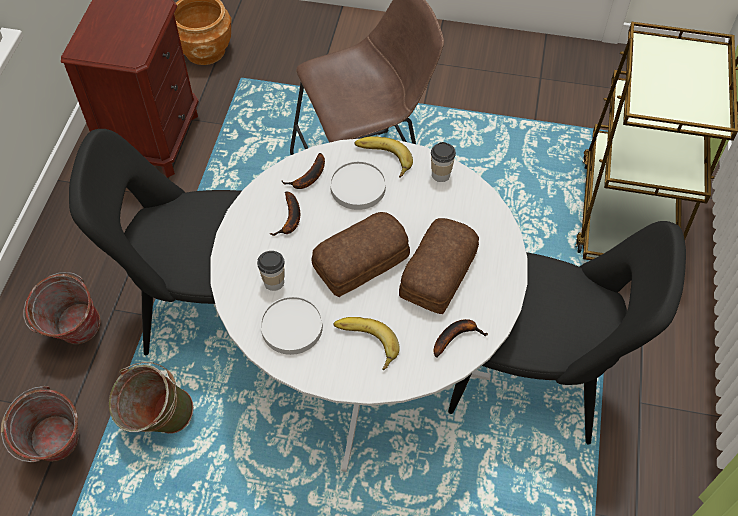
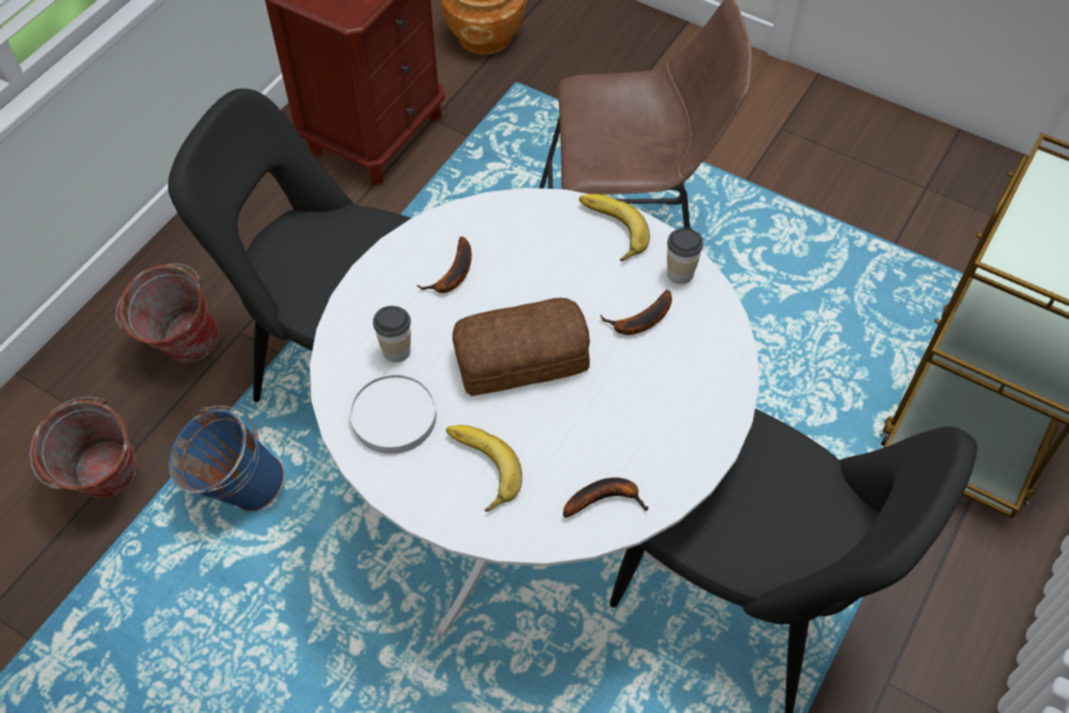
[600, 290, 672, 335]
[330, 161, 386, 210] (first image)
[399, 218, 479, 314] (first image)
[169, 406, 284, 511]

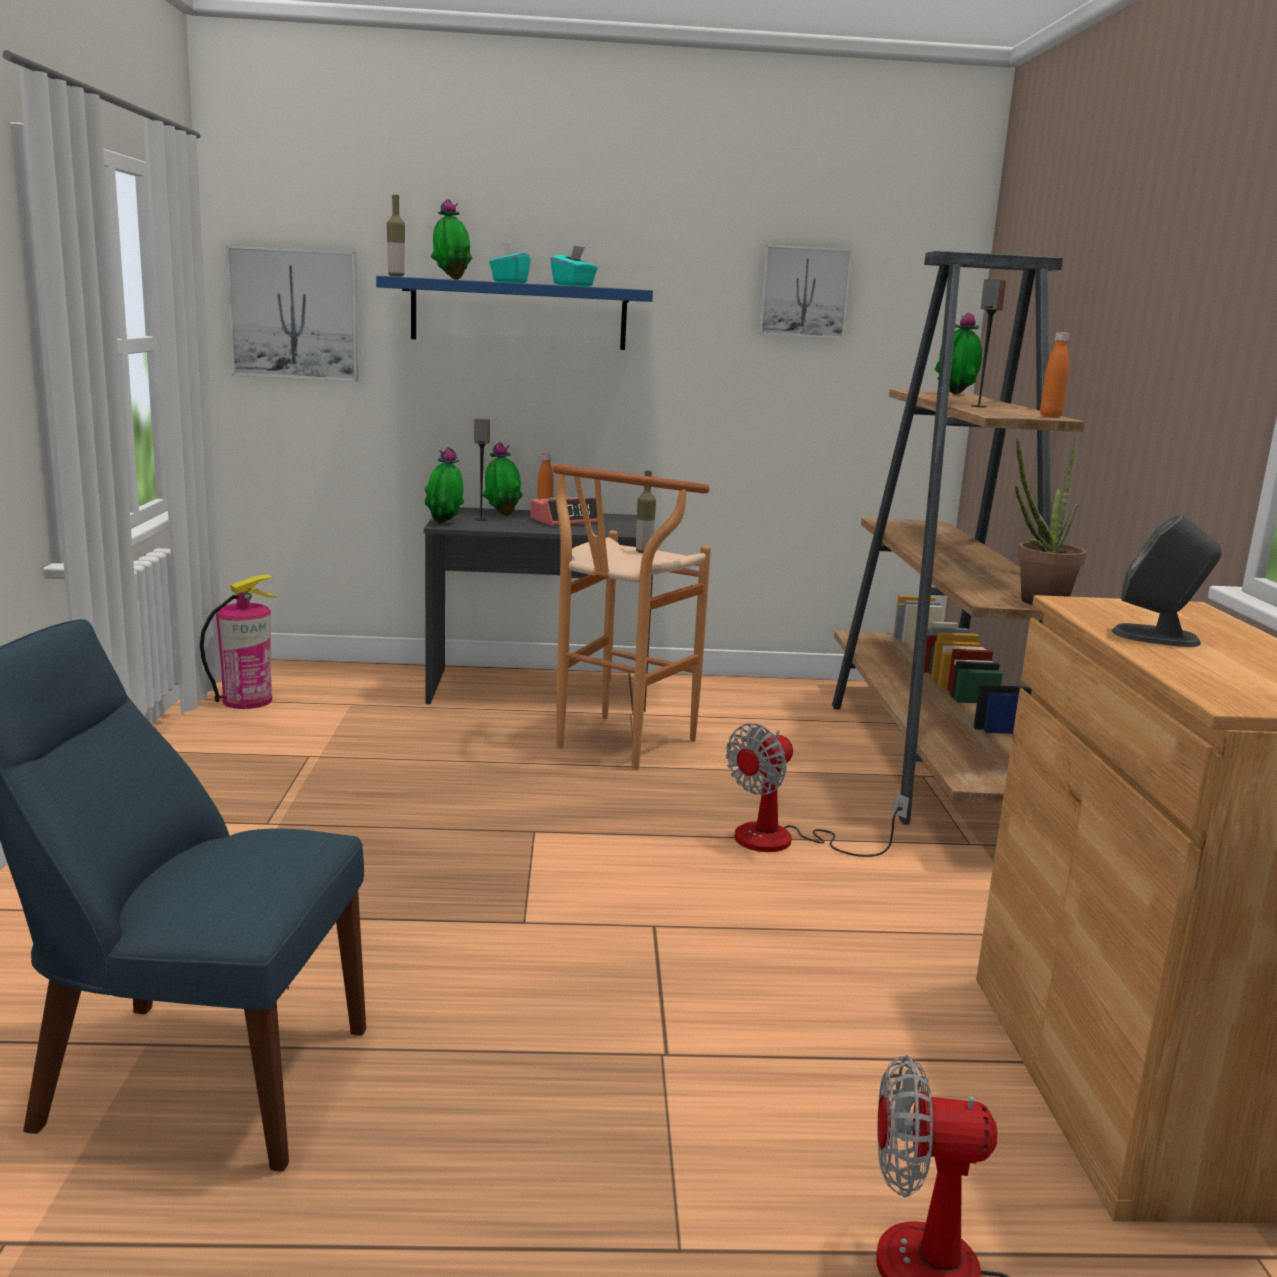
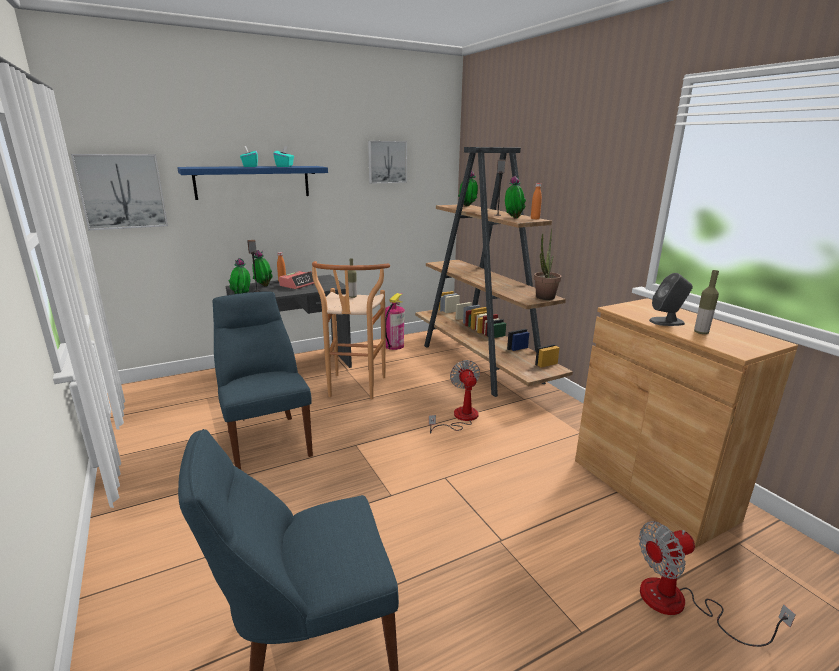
[694, 270, 719, 334]
[505, 176, 526, 219]
[385, 293, 405, 350]
[429, 360, 480, 434]
[213, 292, 313, 470]

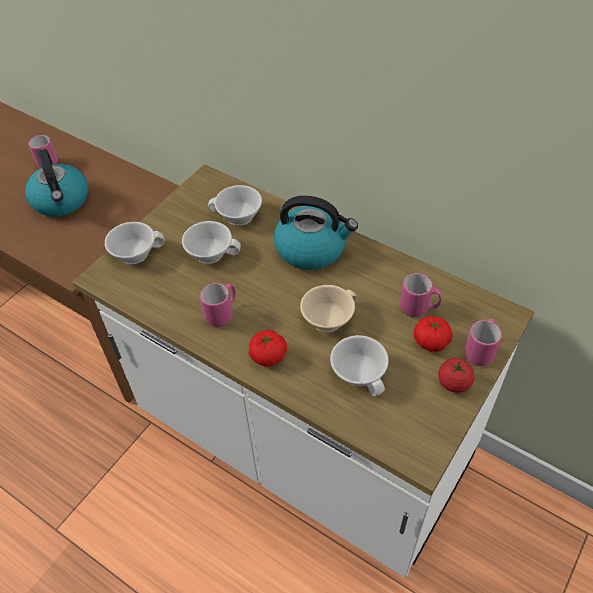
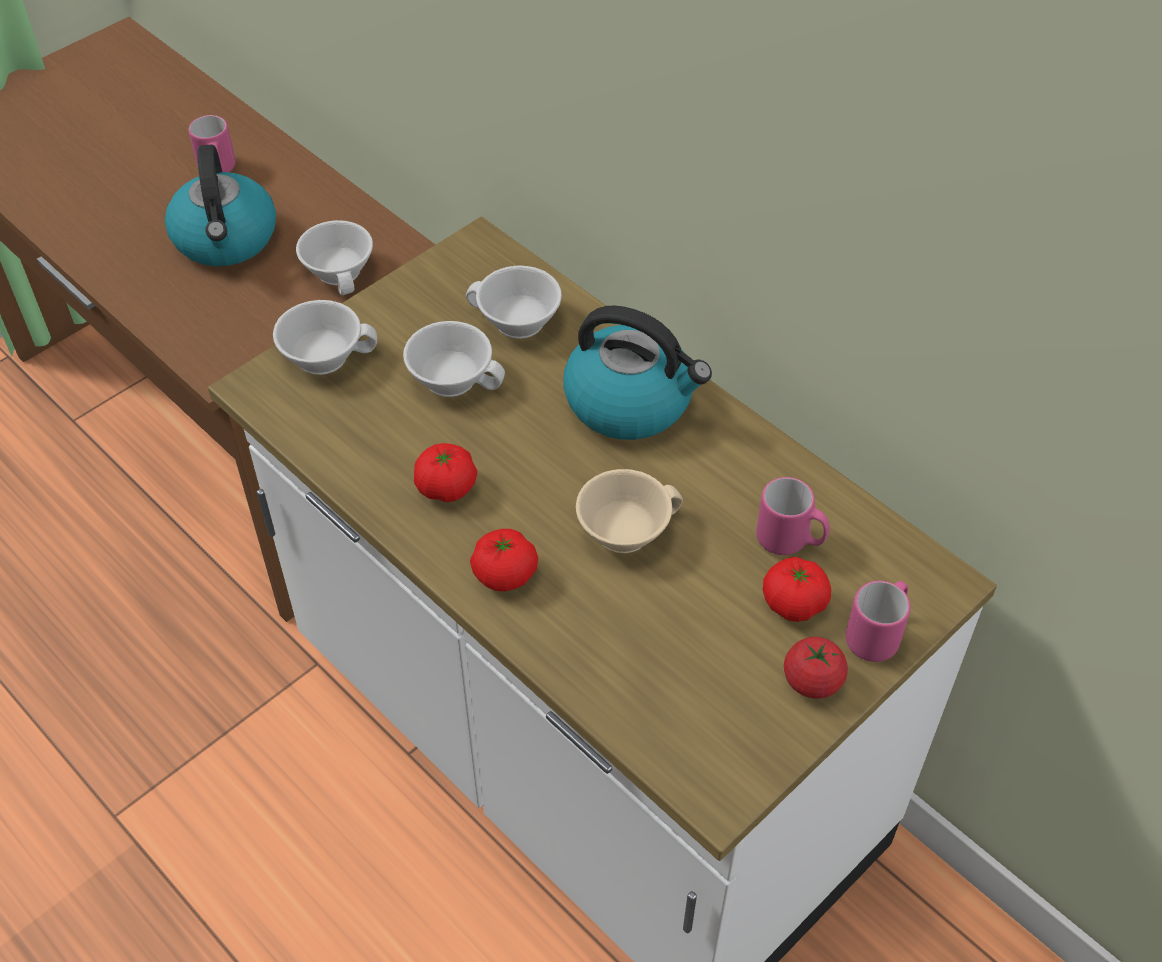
[414, 443, 477, 502]
[296, 220, 373, 295]

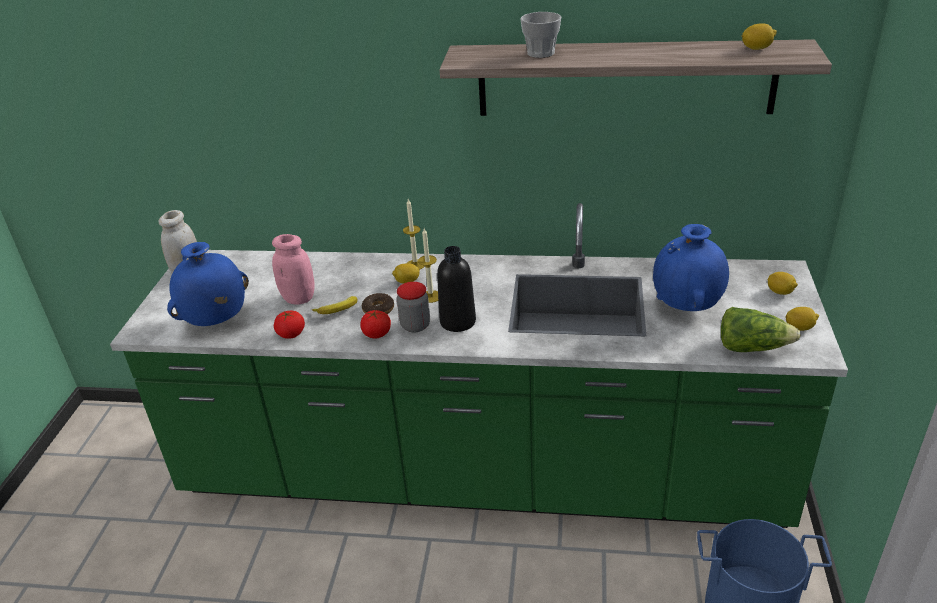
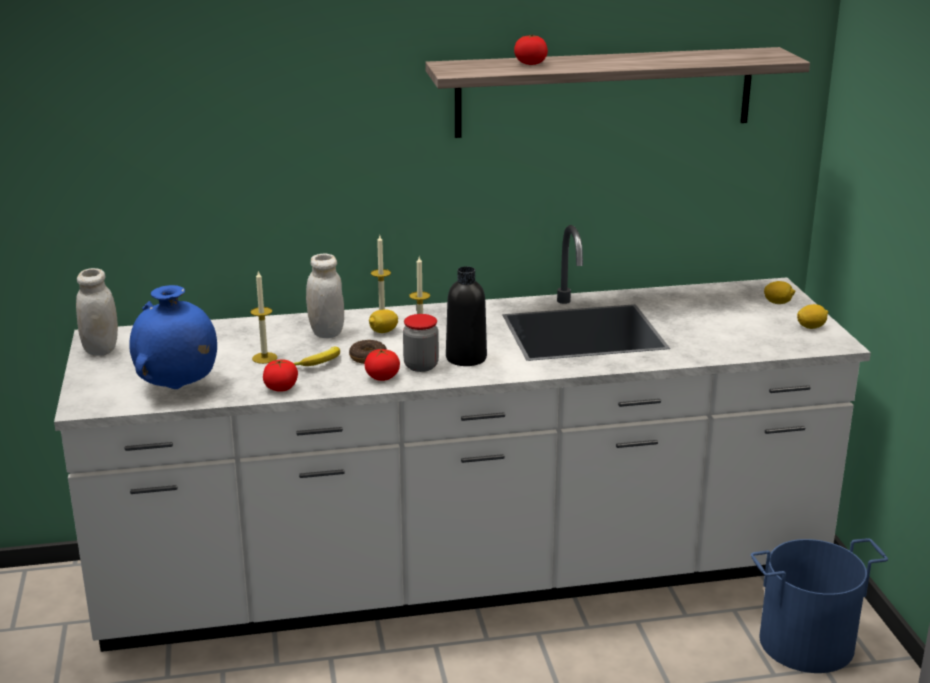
[514, 35, 548, 65]
[742, 23, 777, 50] (first image)
[54, 225, 871, 652]
[653, 224, 729, 311] (first image)
[250, 270, 277, 364]
[721, 307, 801, 352] (first image)
[306, 254, 344, 338]

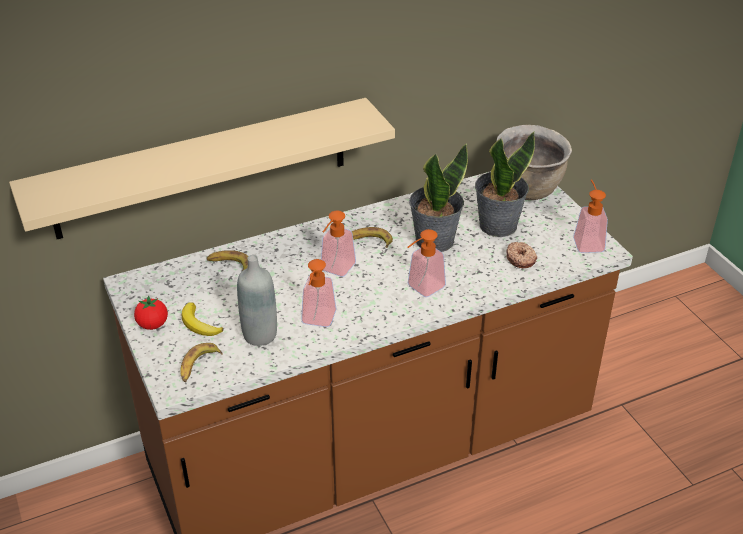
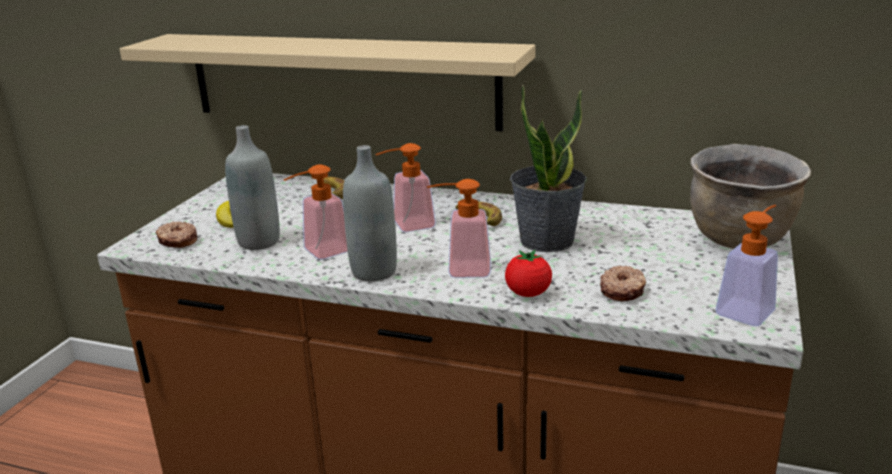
[475, 131, 535, 237] (first image)
[505, 250, 552, 297]
[156, 222, 197, 248]
[343, 145, 397, 282]

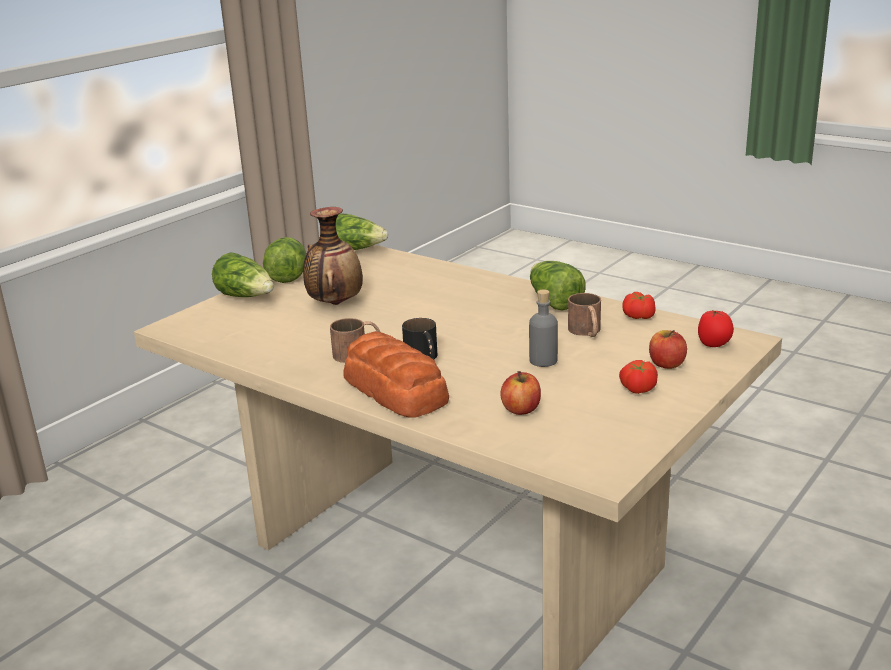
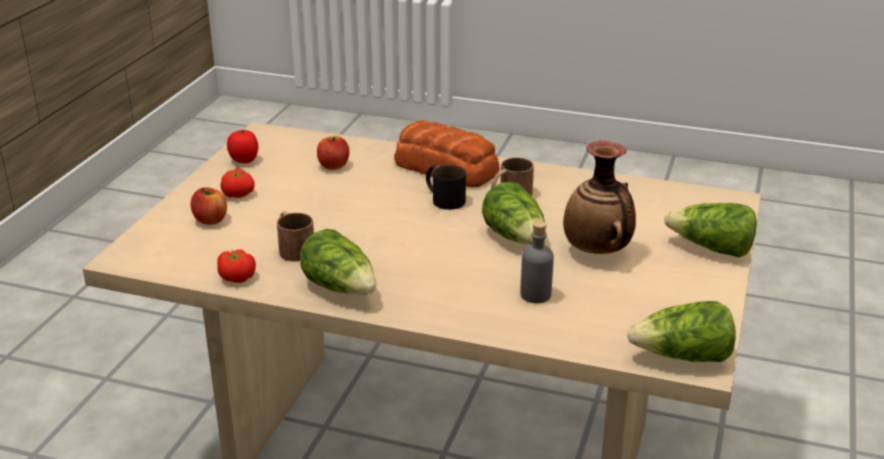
[482, 182, 545, 245]
[520, 221, 554, 303]
[227, 130, 258, 163]

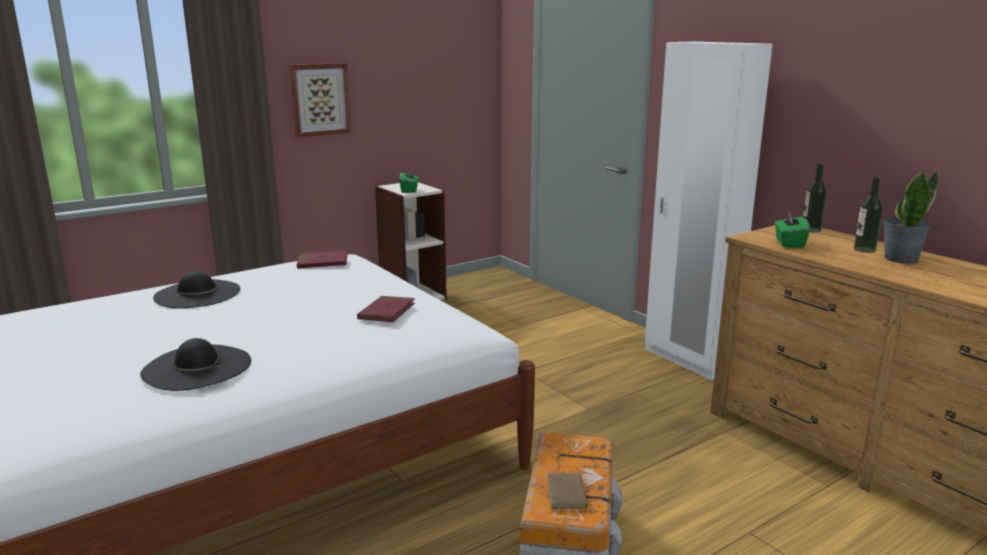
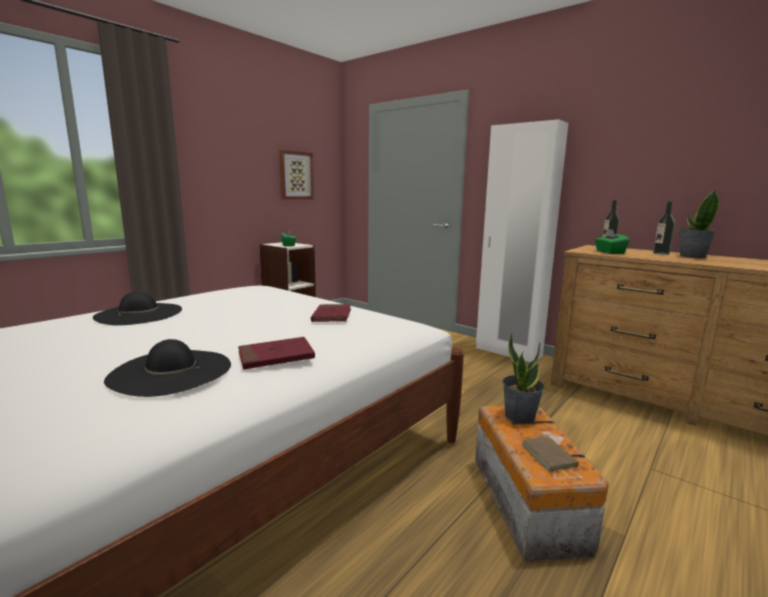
[279, 150, 314, 200]
[238, 337, 315, 370]
[502, 333, 544, 424]

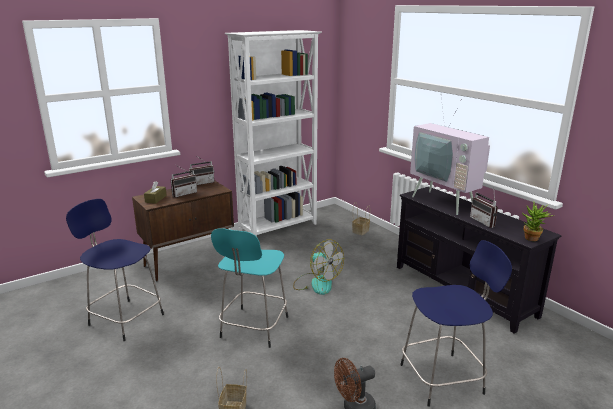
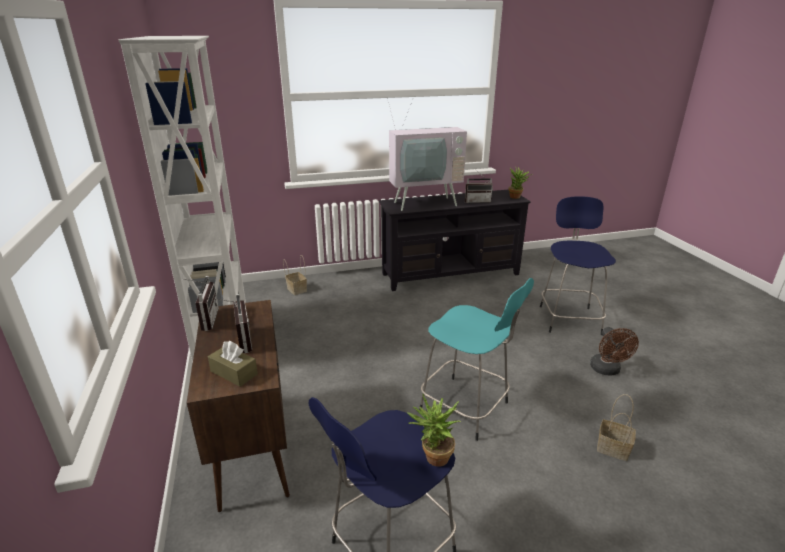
[293, 239, 344, 295] (first image)
[407, 393, 461, 467]

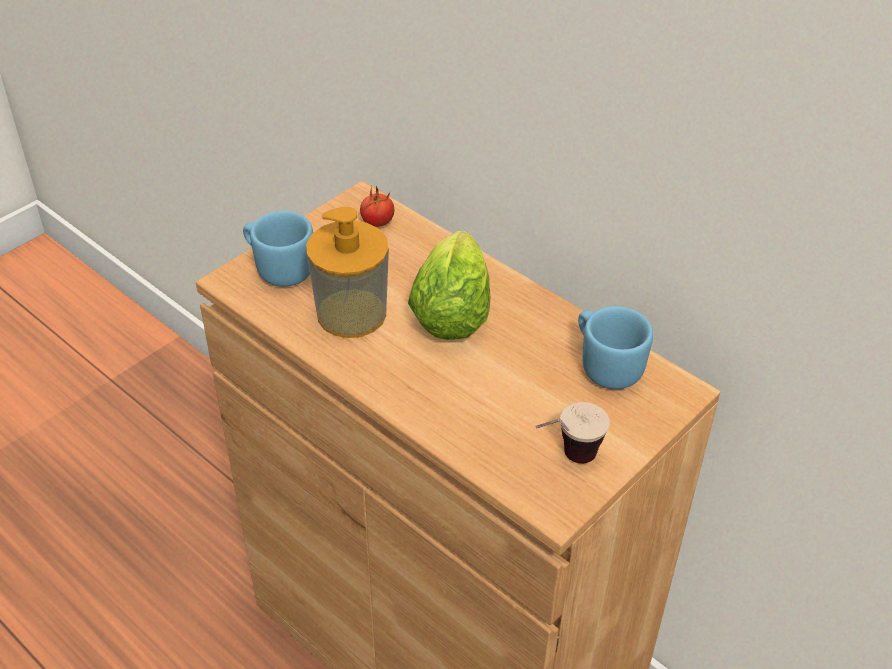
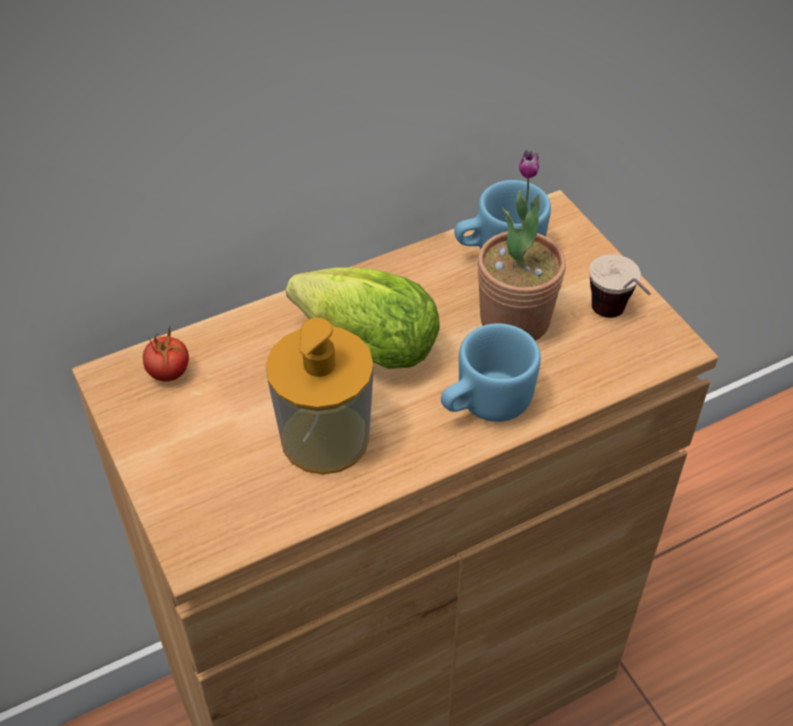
[441, 323, 541, 422]
[477, 150, 566, 340]

